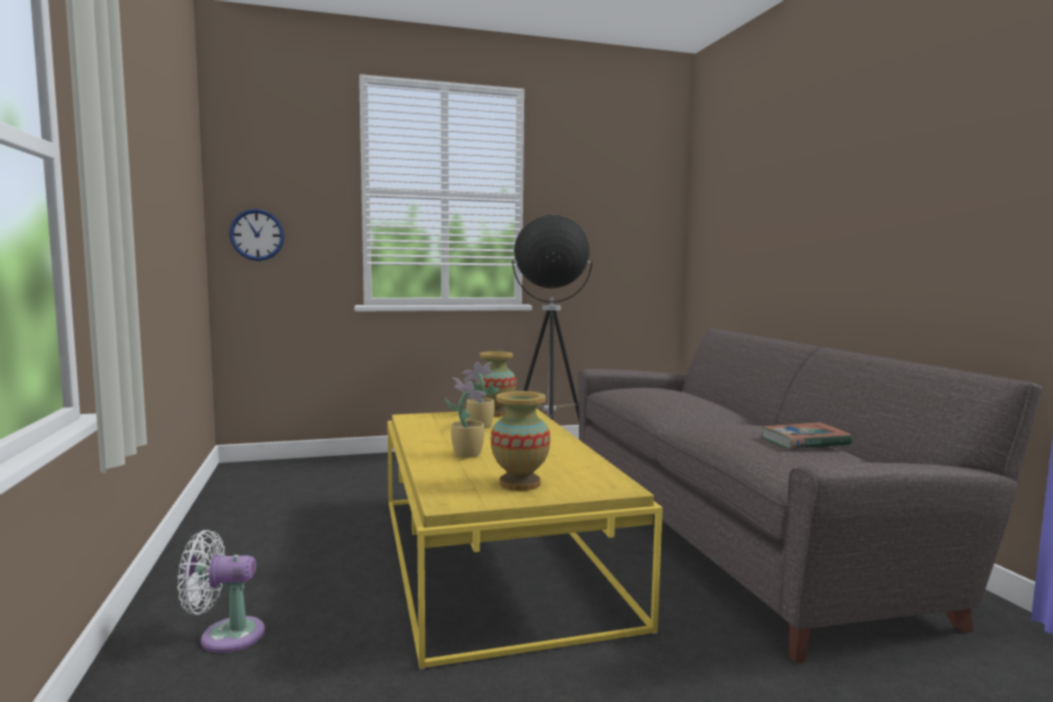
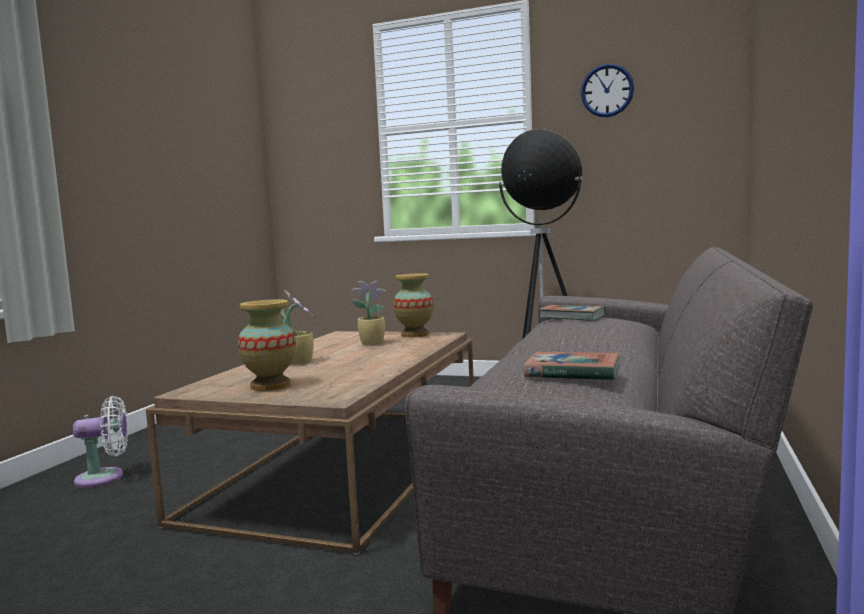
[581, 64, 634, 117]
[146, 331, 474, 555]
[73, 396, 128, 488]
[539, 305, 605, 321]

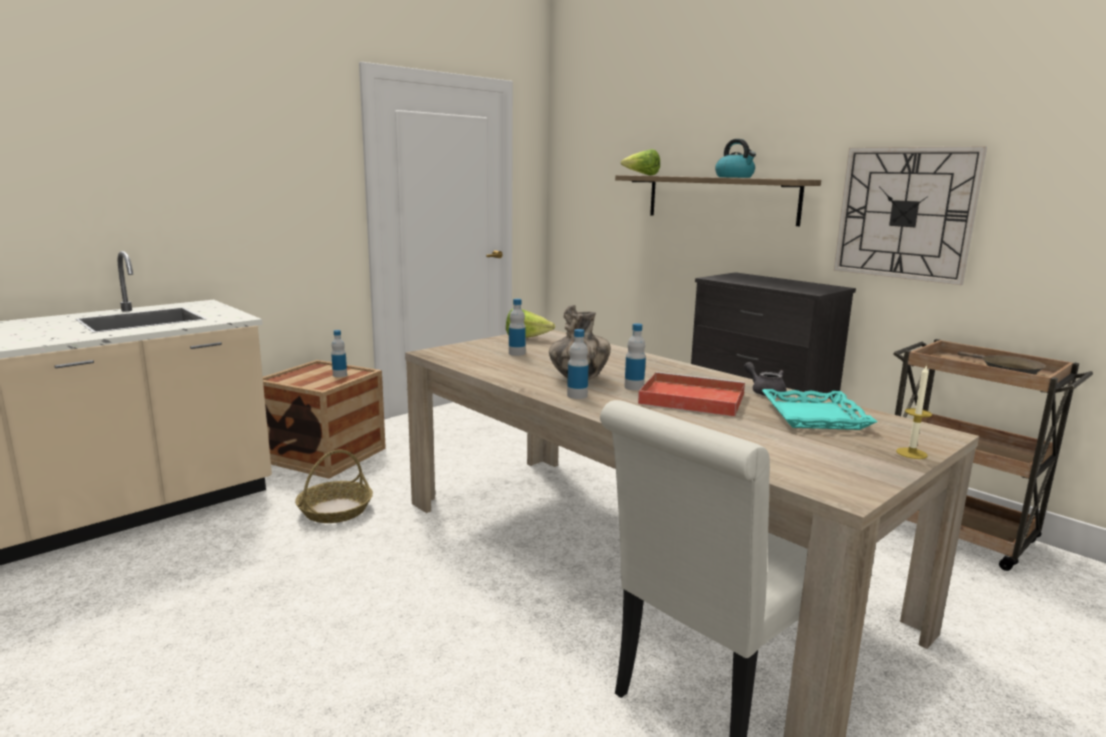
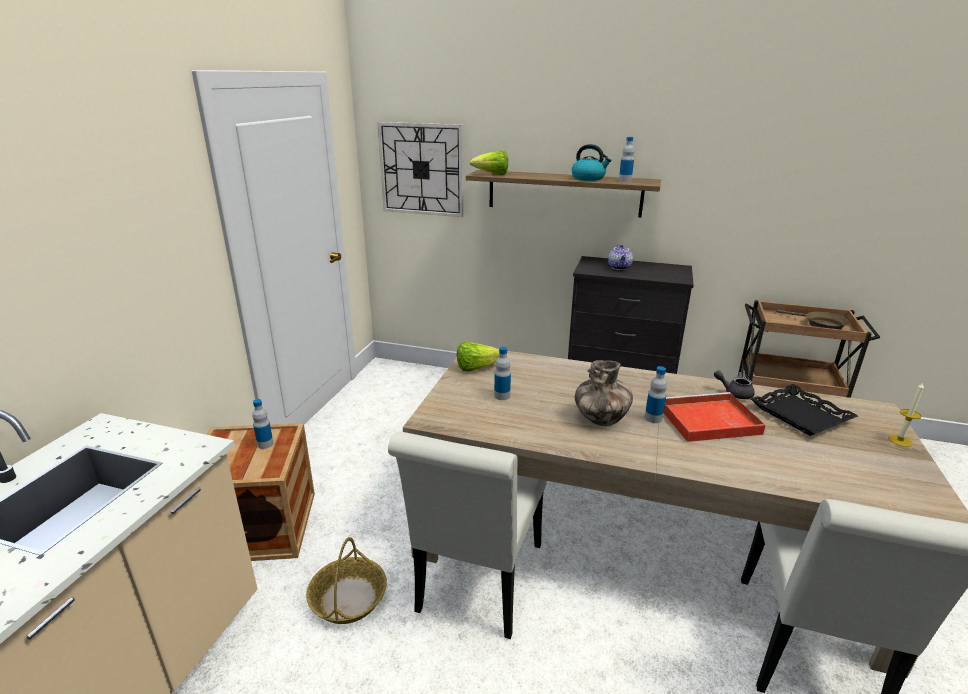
[377, 122, 463, 217]
[619, 137, 634, 182]
[751, 384, 858, 436]
[608, 245, 633, 270]
[388, 432, 547, 639]

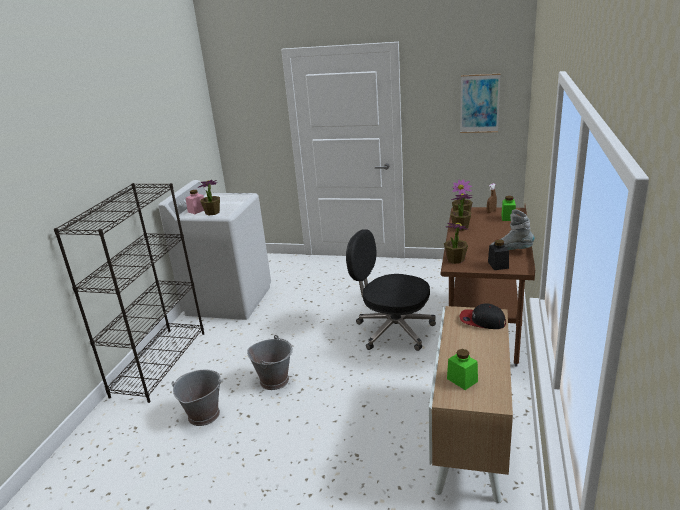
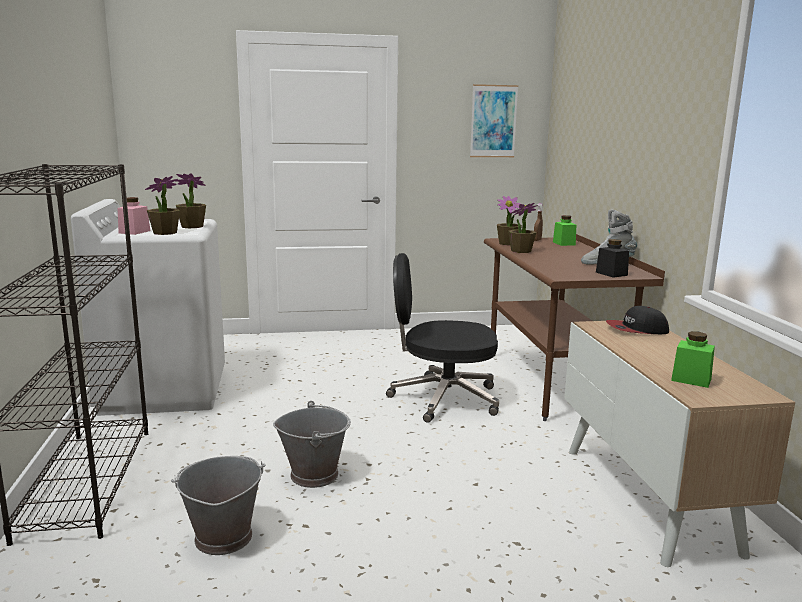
[176, 173, 206, 228]

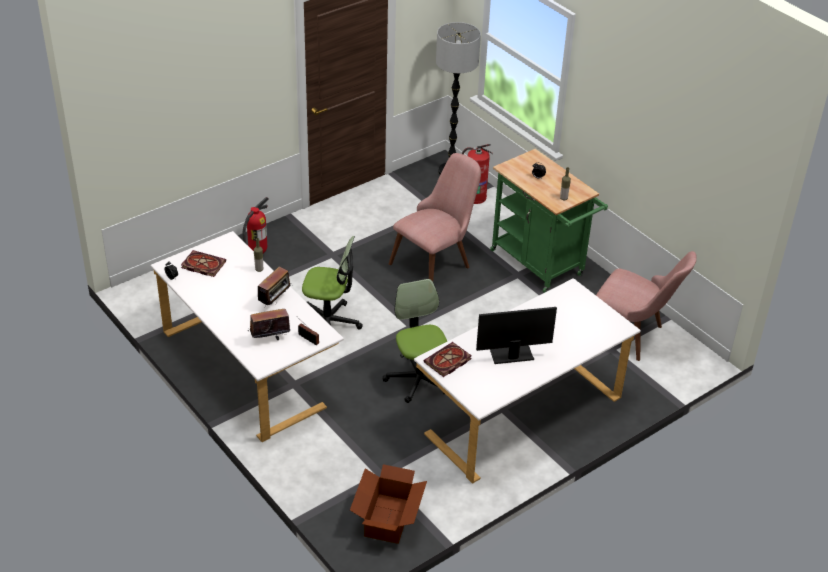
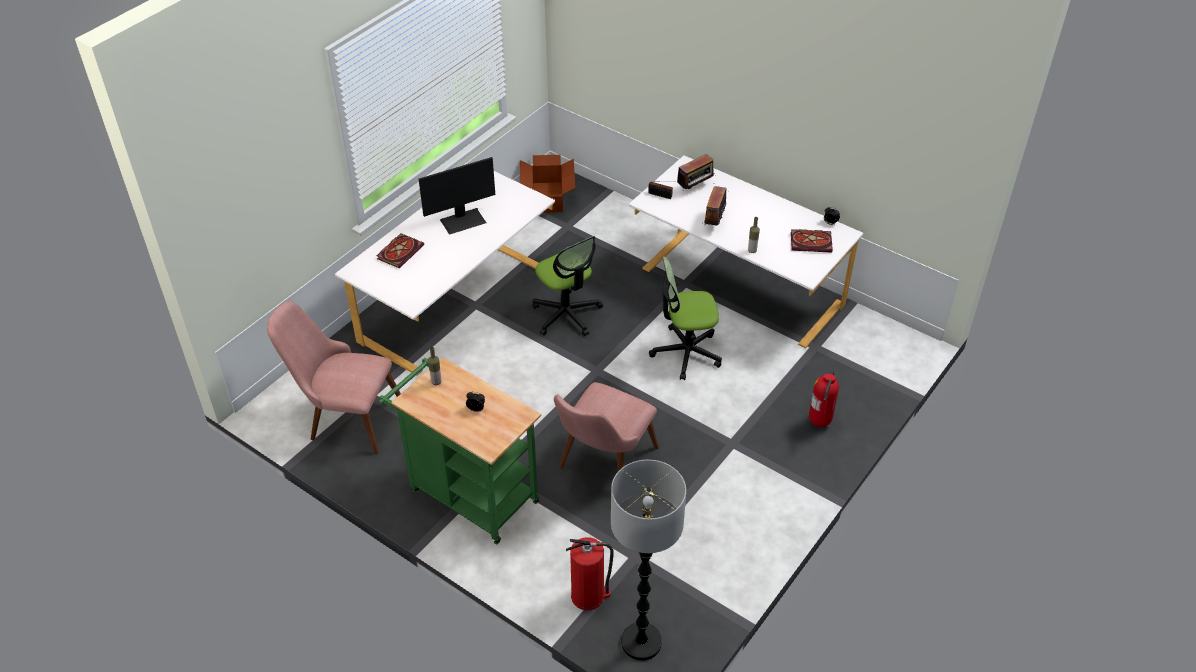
[377, 233, 424, 268]

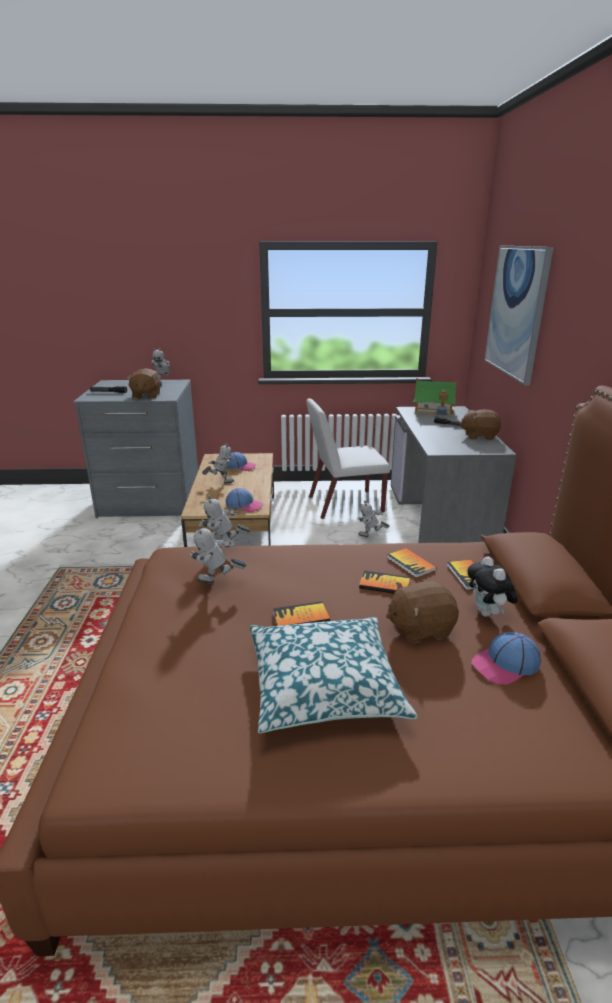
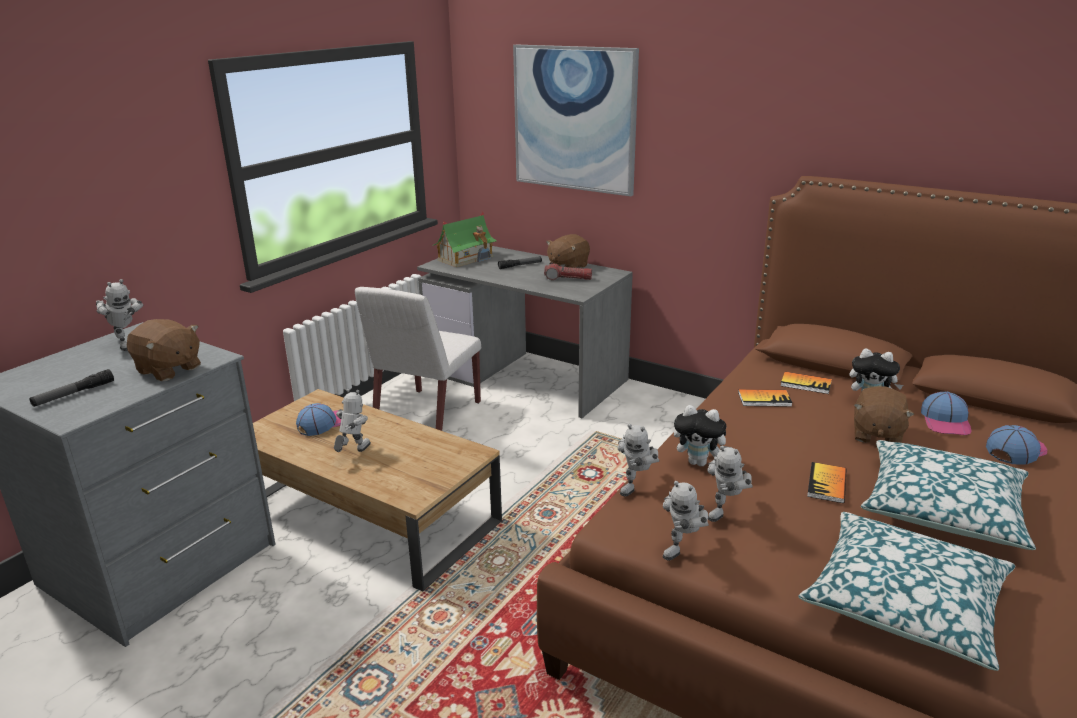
[986, 425, 1047, 464]
[663, 481, 709, 560]
[359, 571, 410, 593] (first image)
[544, 262, 592, 280]
[674, 405, 732, 467]
[798, 512, 1015, 671]

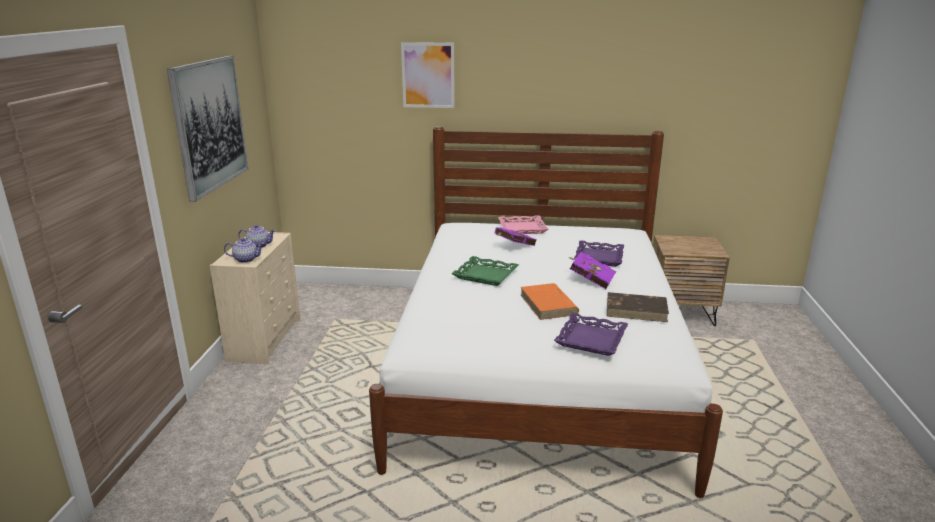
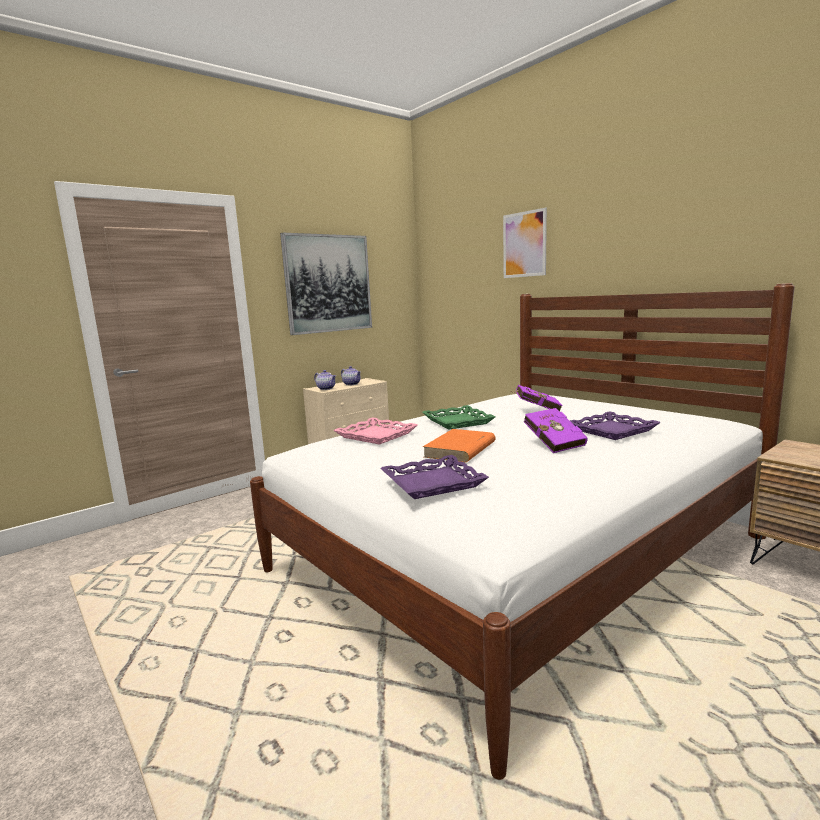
[333, 417, 417, 445]
[607, 292, 669, 322] (first image)

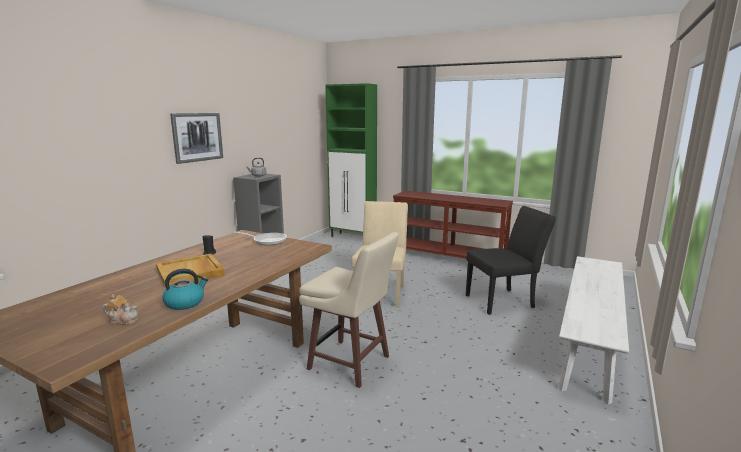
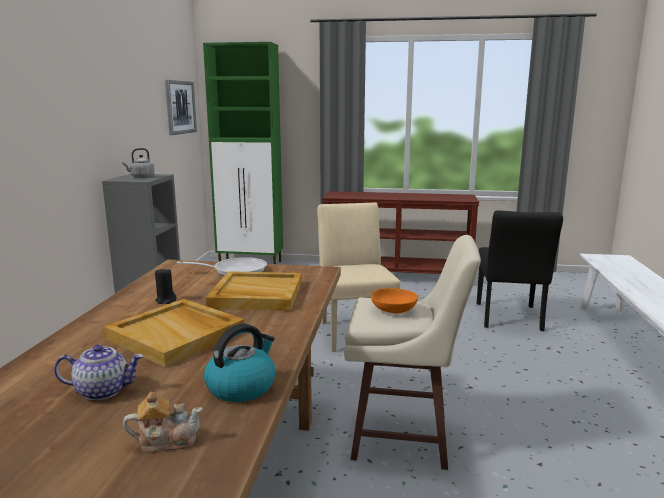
[165, 80, 197, 135]
[477, 210, 563, 331]
[206, 271, 302, 311]
[371, 288, 418, 314]
[54, 344, 144, 400]

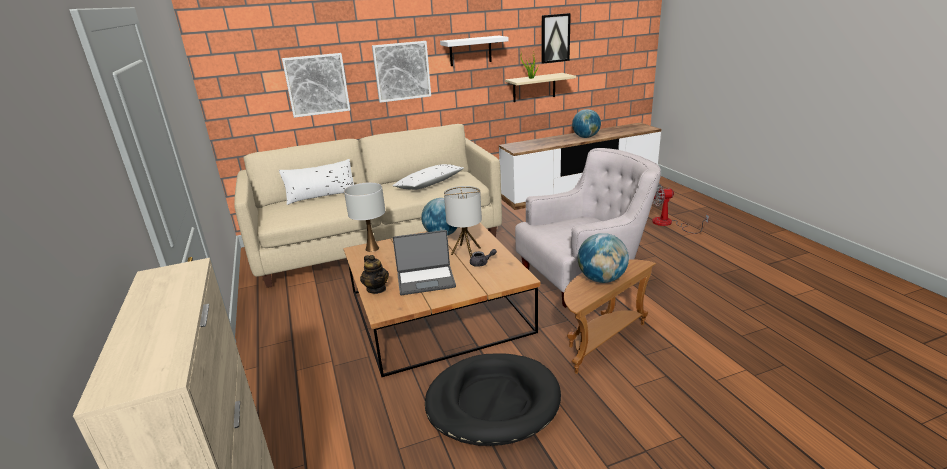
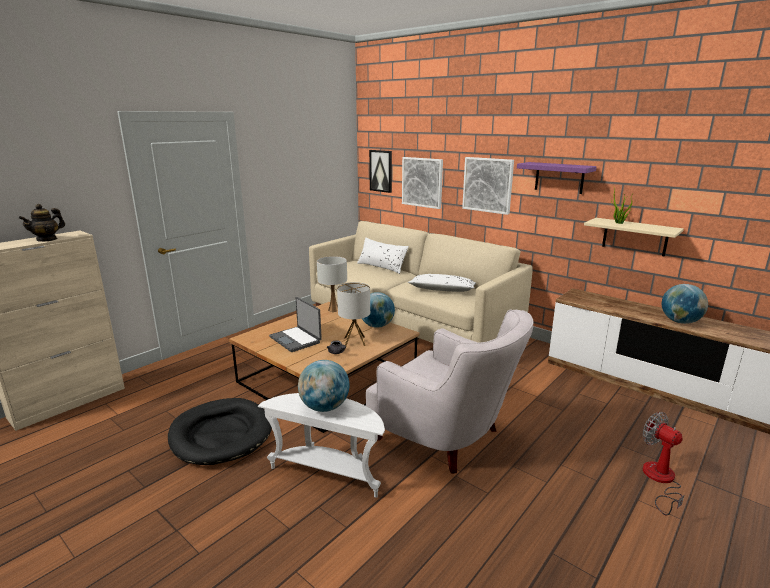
[369, 150, 392, 193]
[517, 162, 597, 194]
[19, 204, 65, 242]
[258, 393, 385, 498]

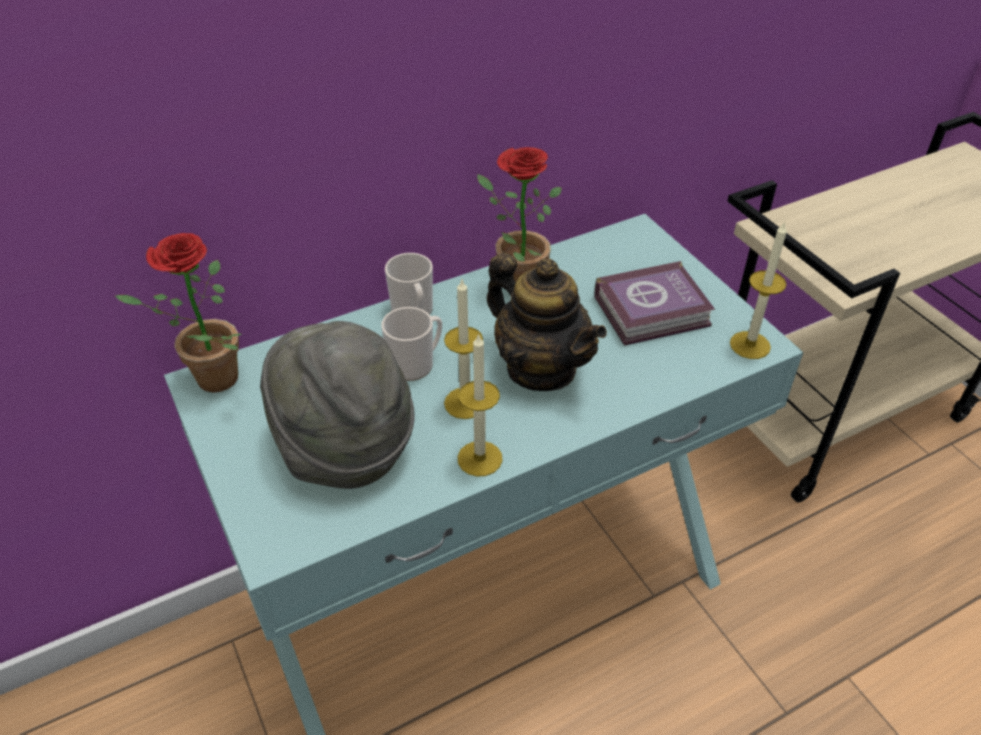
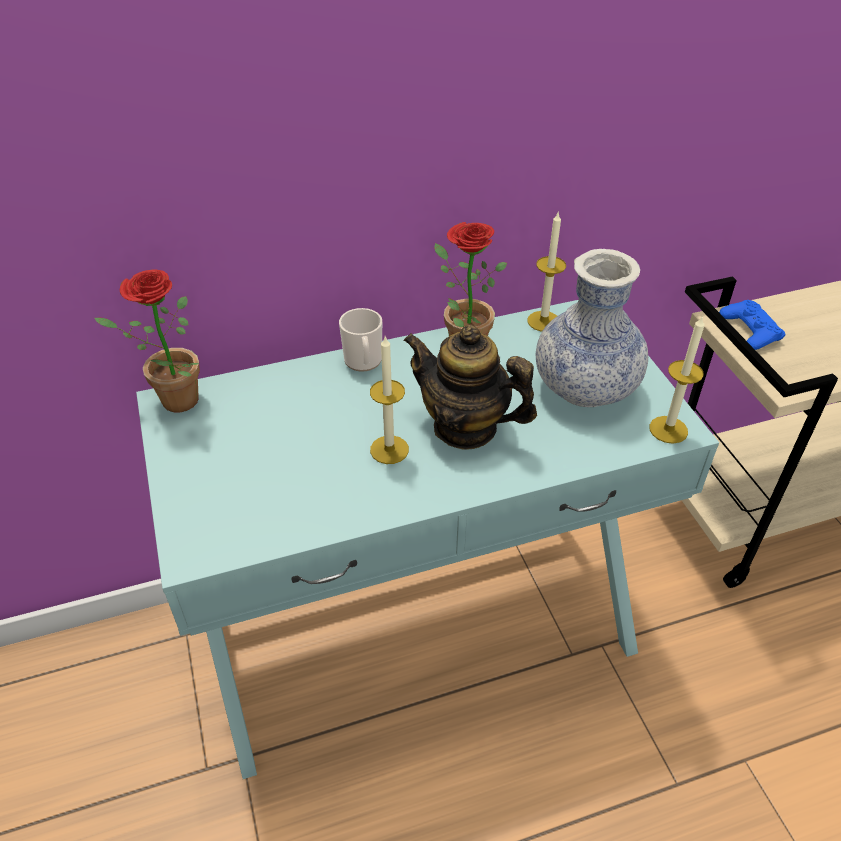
[403, 324, 537, 449]
[536, 249, 648, 407]
[381, 307, 442, 381] (first image)
[260, 321, 415, 489] (first image)
[528, 211, 566, 332]
[719, 300, 785, 350]

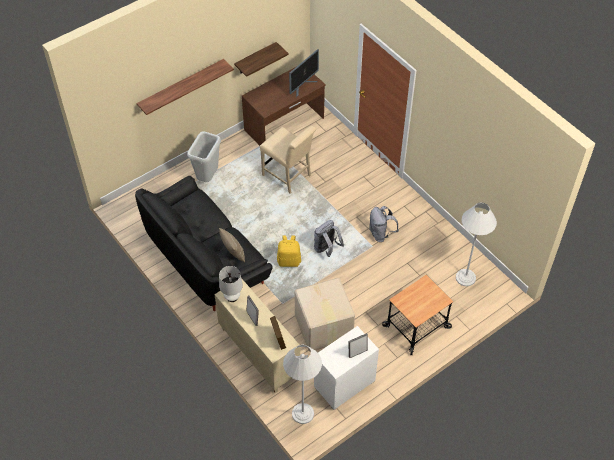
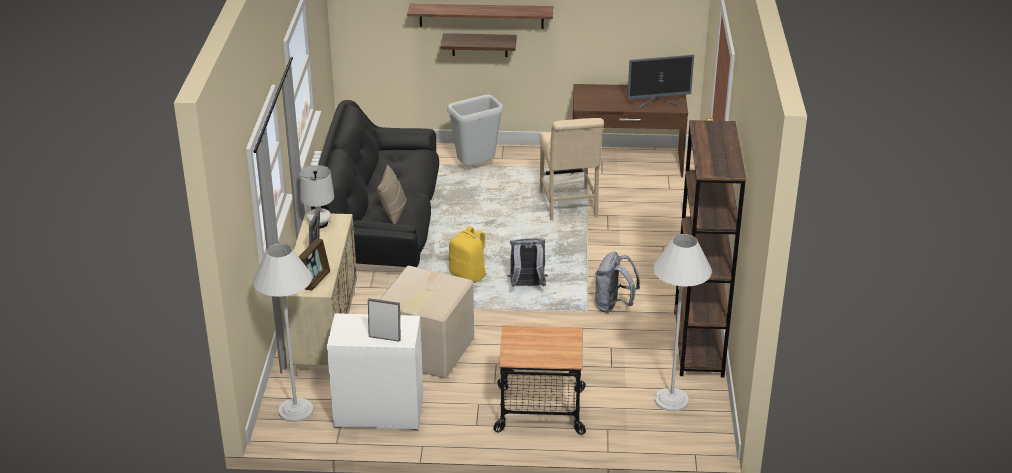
[441, 33, 517, 57]
[674, 120, 746, 377]

